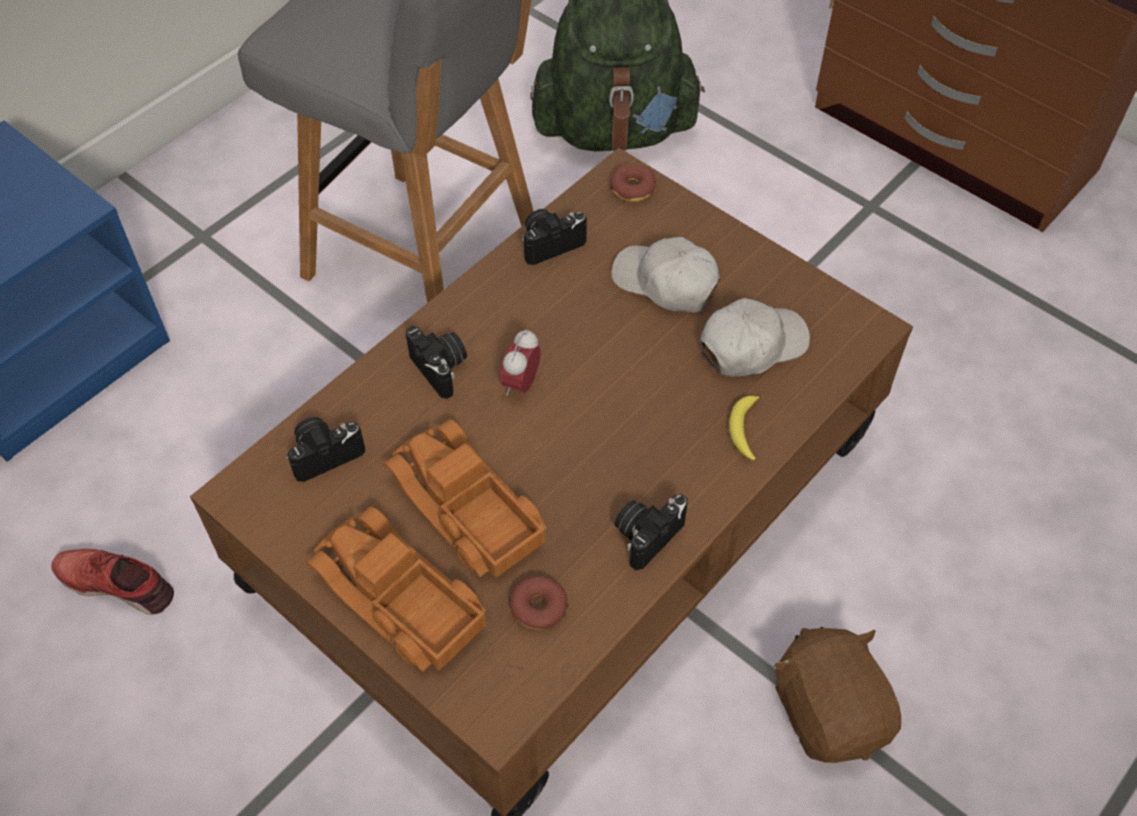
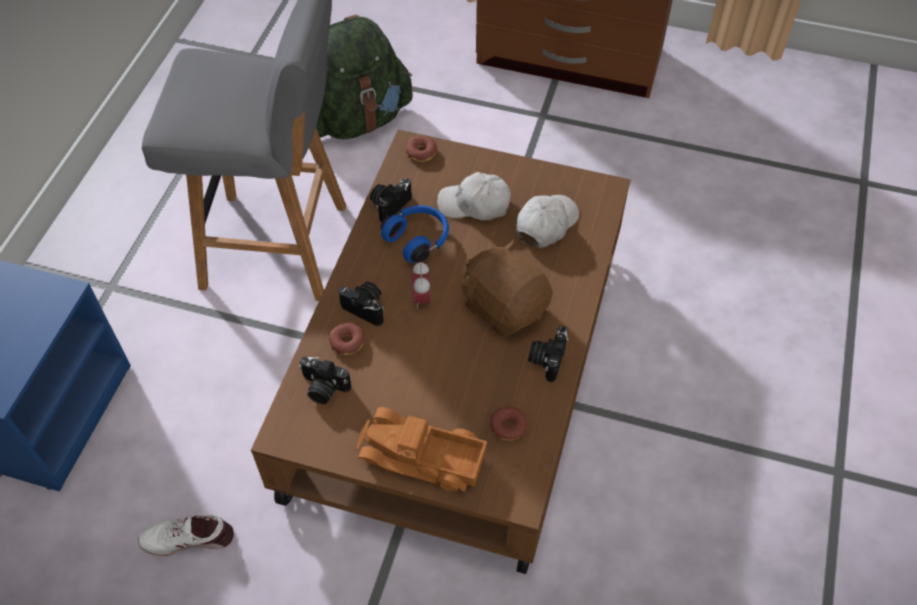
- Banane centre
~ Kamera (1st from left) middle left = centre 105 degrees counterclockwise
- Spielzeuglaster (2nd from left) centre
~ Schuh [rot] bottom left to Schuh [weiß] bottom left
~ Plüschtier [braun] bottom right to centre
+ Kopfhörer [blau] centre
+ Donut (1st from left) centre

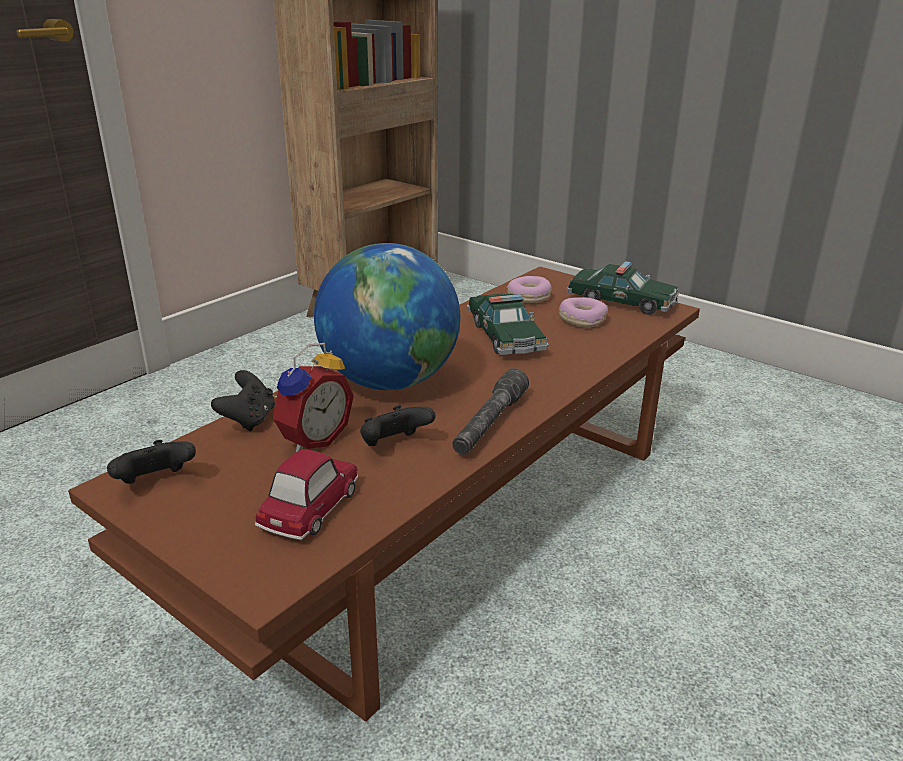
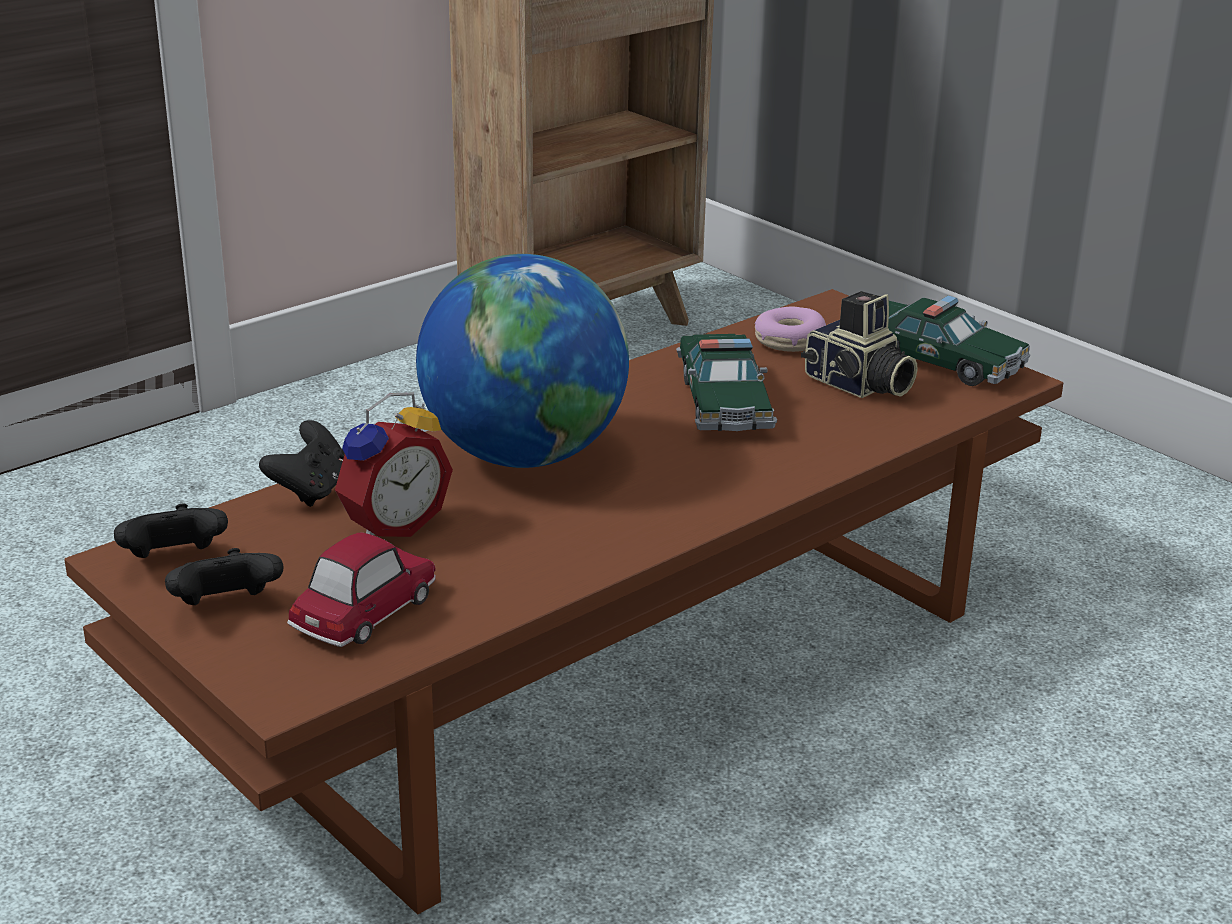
~ Donut (2nd from left) centre to Kamera middle right
- Taschenlampe [grau] centre
~ Gamepad [schwarz] (3rd from left in the first image) centre to Gamepad [schwarz] (2nd from left) middle left

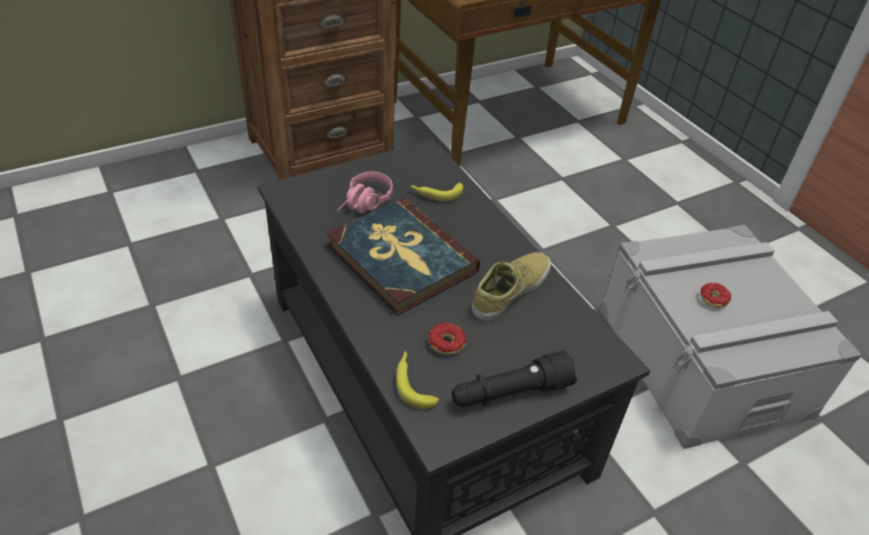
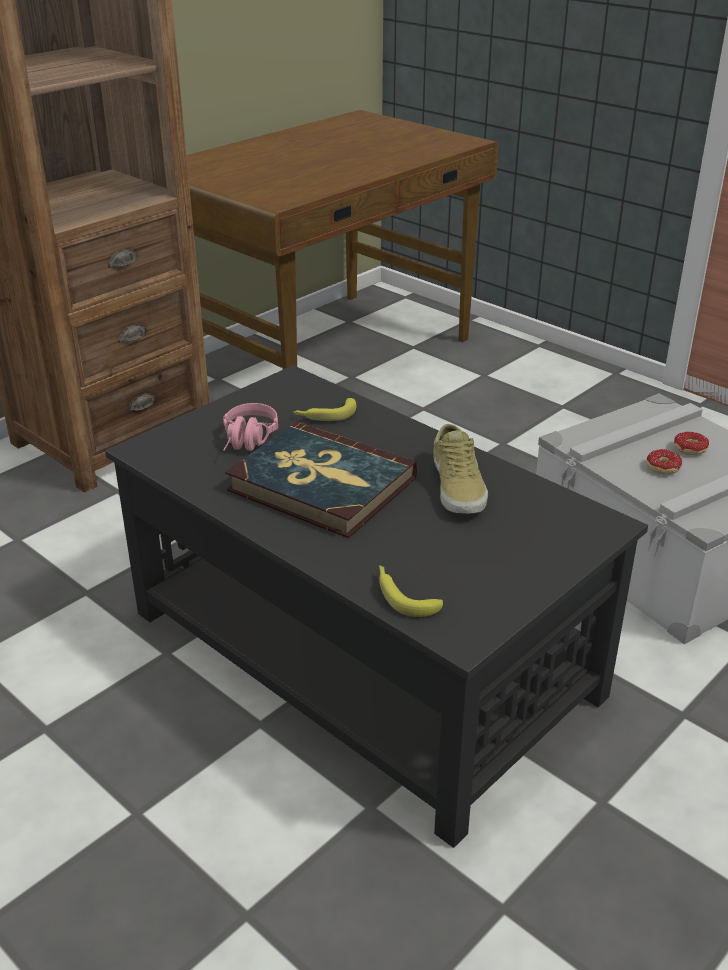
~ Schuh [beige] centre = centre 150 degrees clockwise
~ Donut (1st from left in the first image) centre to Donut (2nd from left) middle right
- Taschenlampe [schwarz] bottom centre

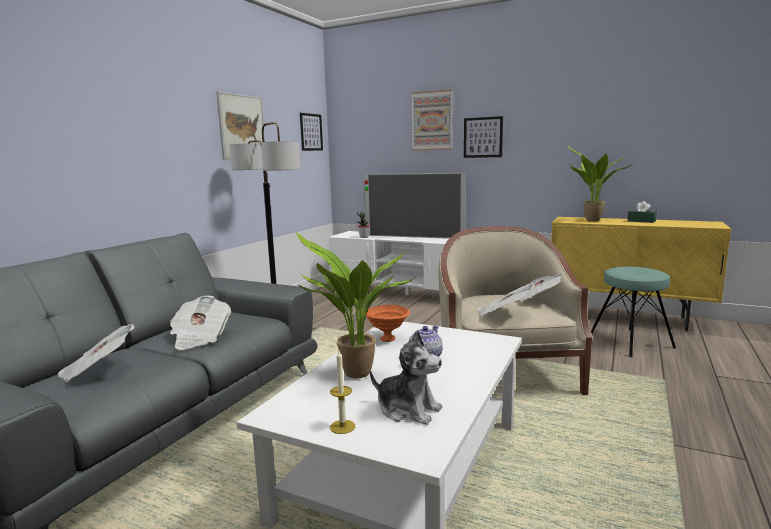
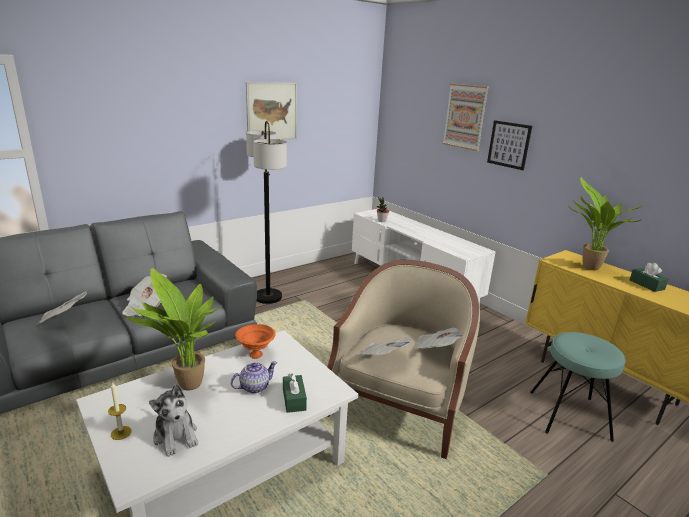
- Bild (2nd from left) top centre
- Fernseher centre
+ Taschentuchbox [grün] (1st from left) bottom centre

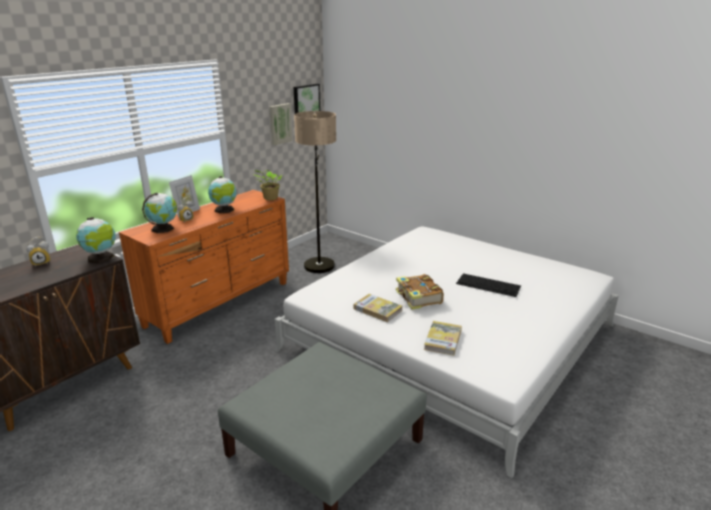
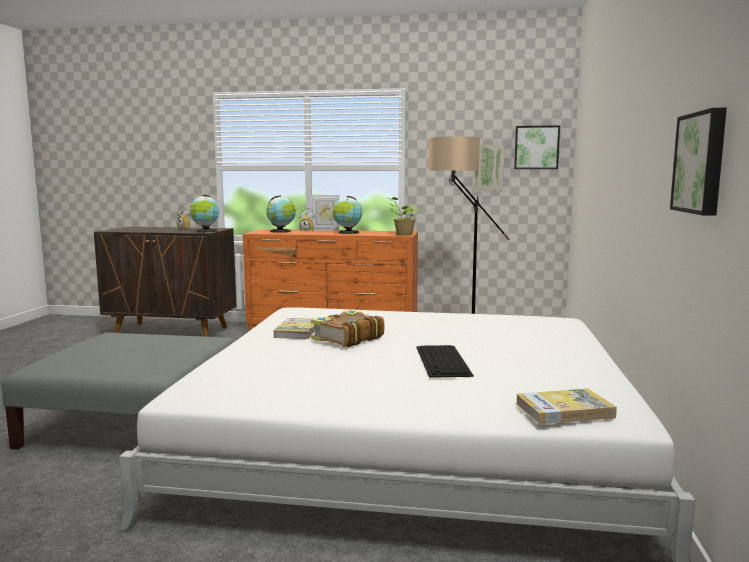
~ Buch (3rd from left) centre to bottom right
+ Bild (3rd from left) top right

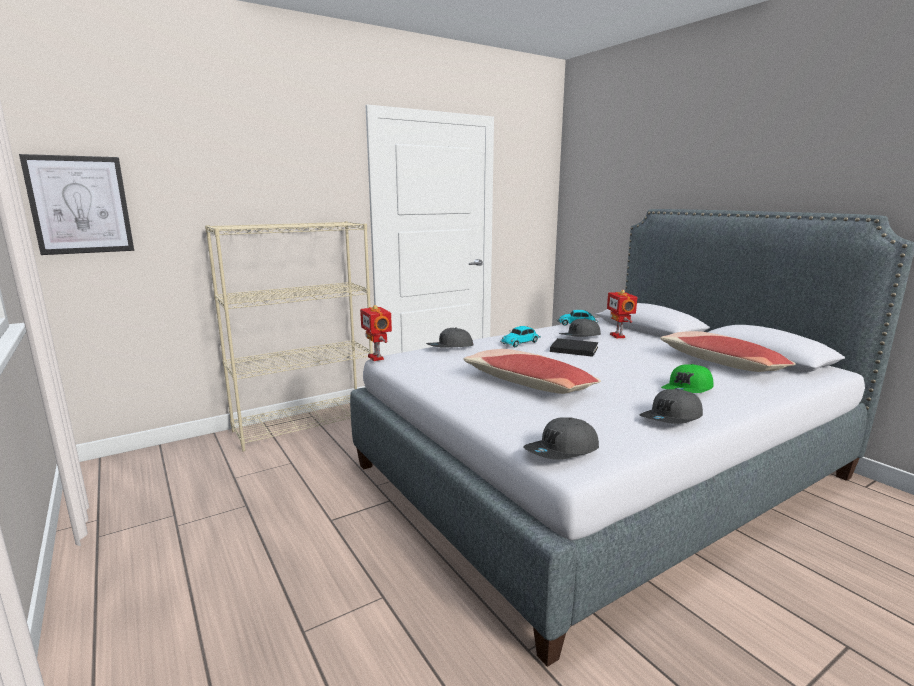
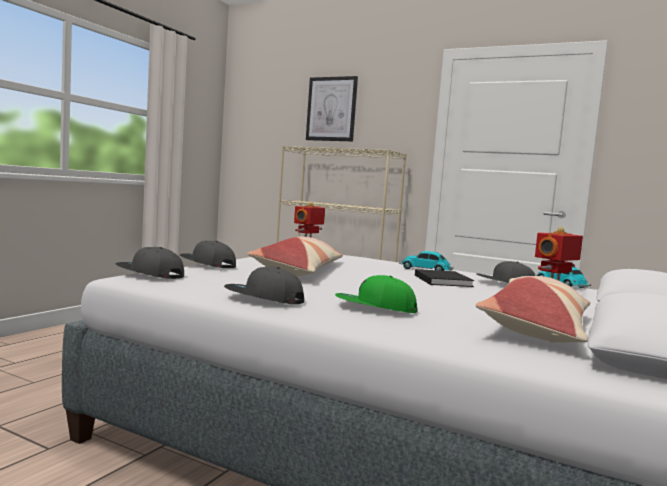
~ Bild top left to top centre
~ Kappe [grau] (1st from left in the first image) centre to Kappe [grau] (2nd from left) middle left

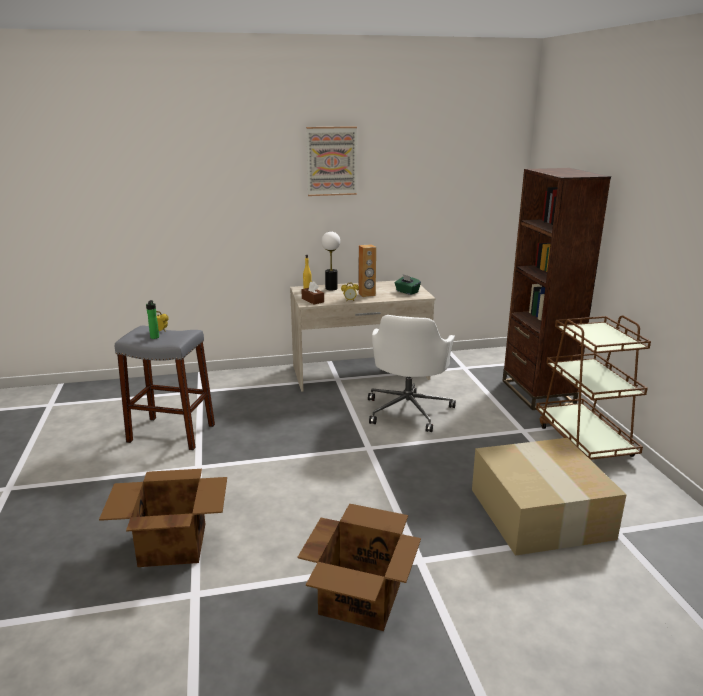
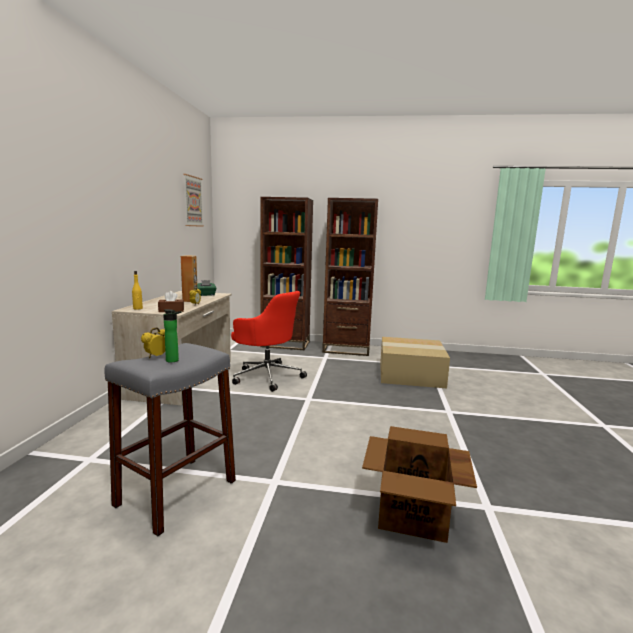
~ Bild top centre to top left
- Tischlampe centre
~ Bürostuhl [weiß] centre to Bürostuhl [rot] centre
~ Rollwagen [braun] middle right to Bücherregal [braun] (2nd from left) centre
- Karton (2nd from left) bottom centre

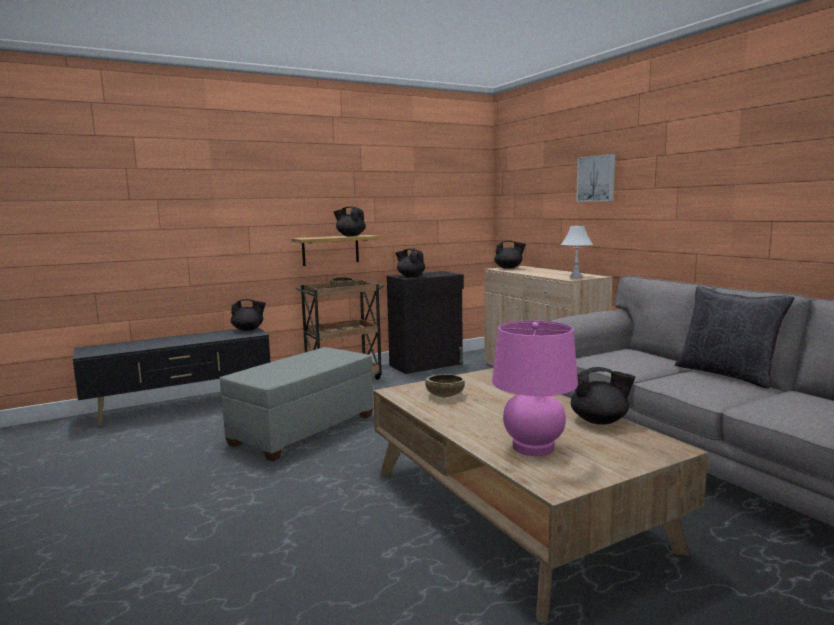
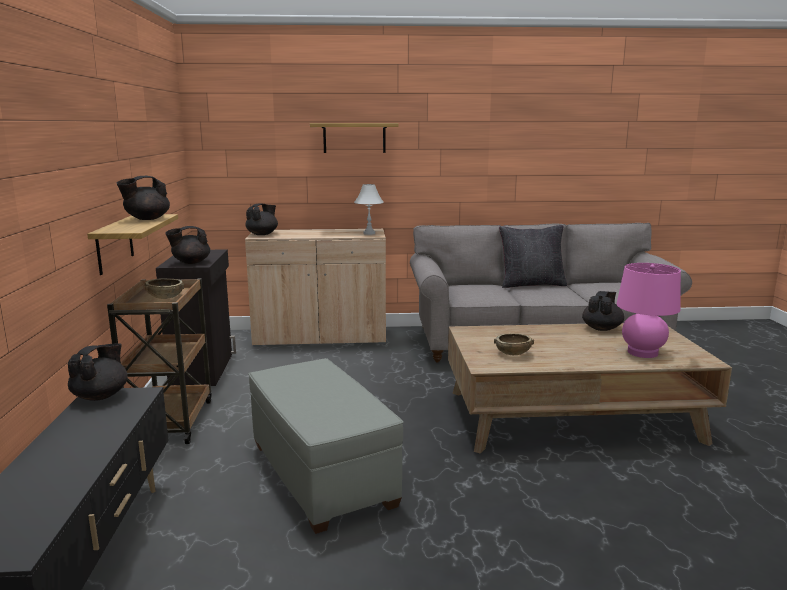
~ Bild top right to Wandregal (2nd from left) top centre

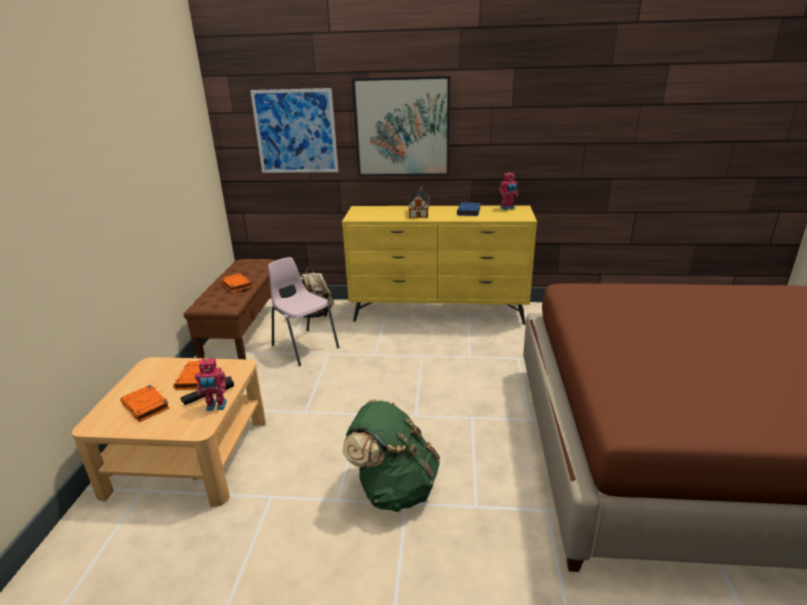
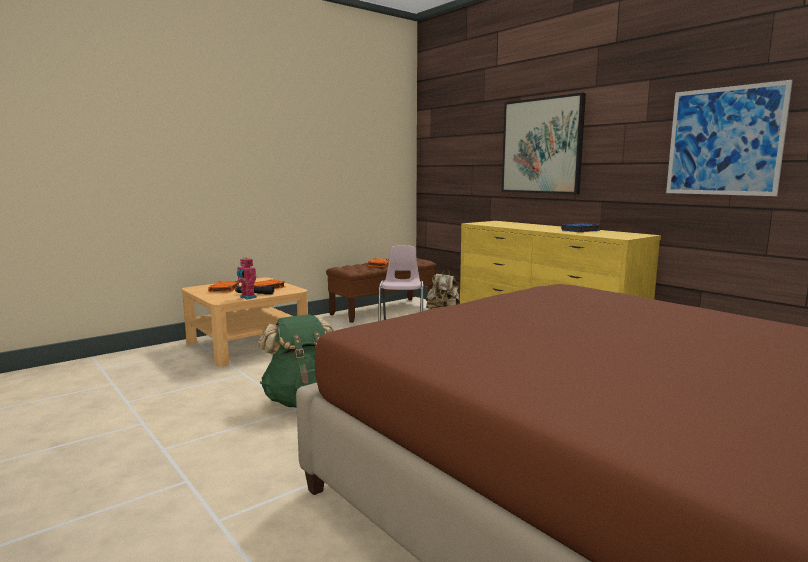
~ Bild (1st from left in the first image) top centre to Bild (2nd from left) top right
- Spielzeugroboter (2nd from left) top centre
- Spielzeughaus centre

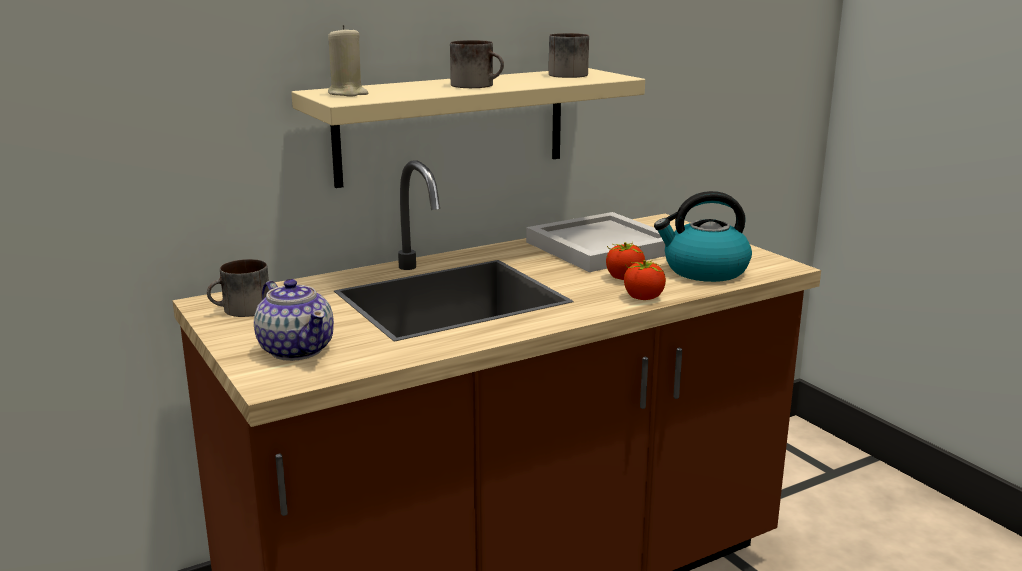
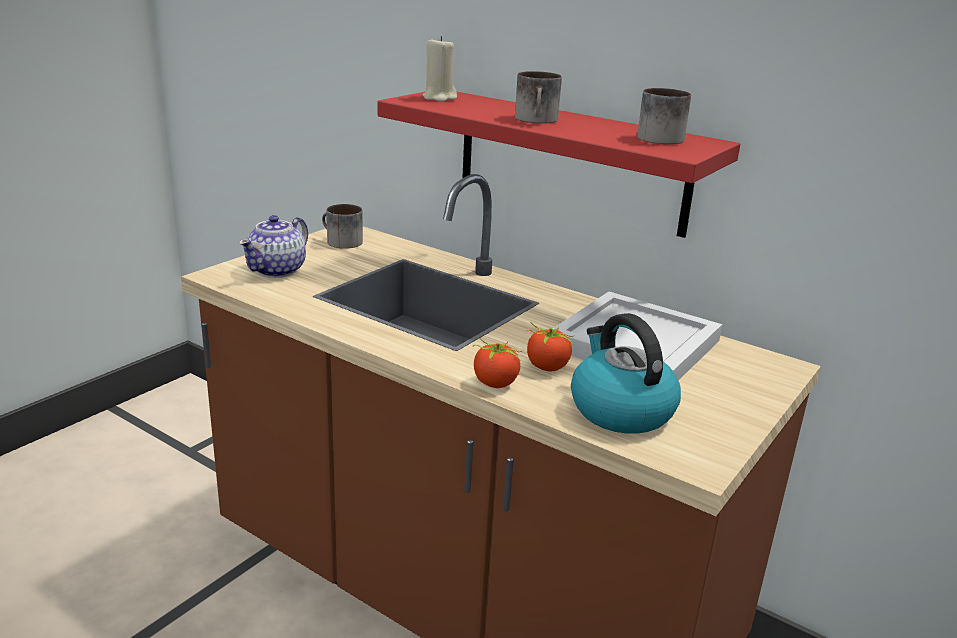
~ Wandregal [beige] top centre to Wandregal [rot] top centre

